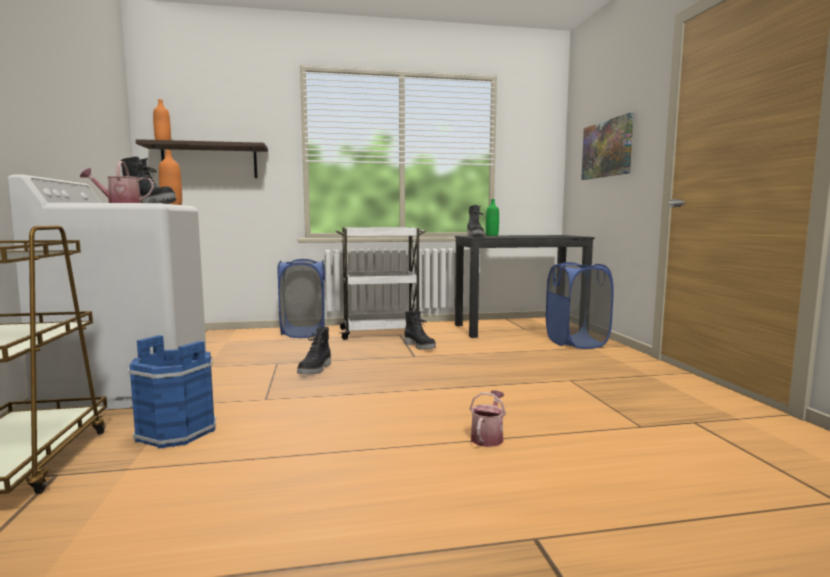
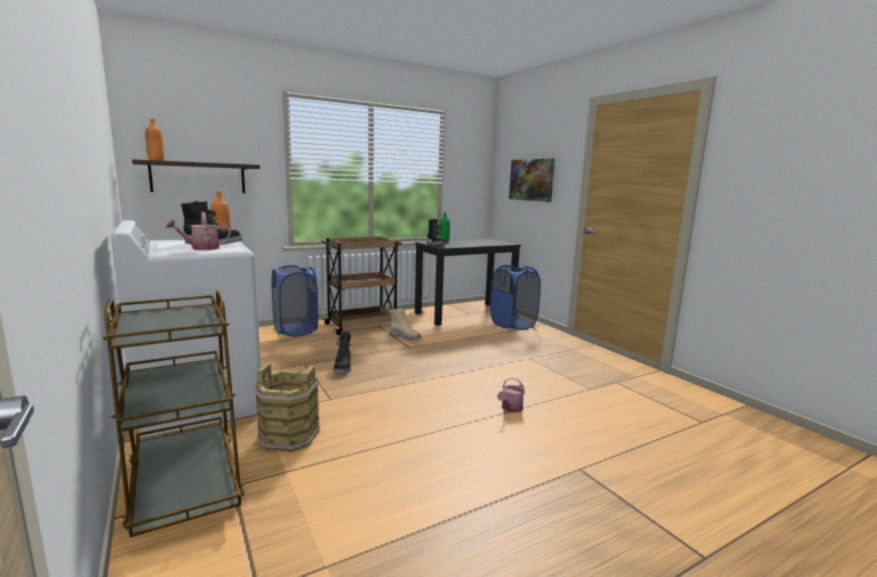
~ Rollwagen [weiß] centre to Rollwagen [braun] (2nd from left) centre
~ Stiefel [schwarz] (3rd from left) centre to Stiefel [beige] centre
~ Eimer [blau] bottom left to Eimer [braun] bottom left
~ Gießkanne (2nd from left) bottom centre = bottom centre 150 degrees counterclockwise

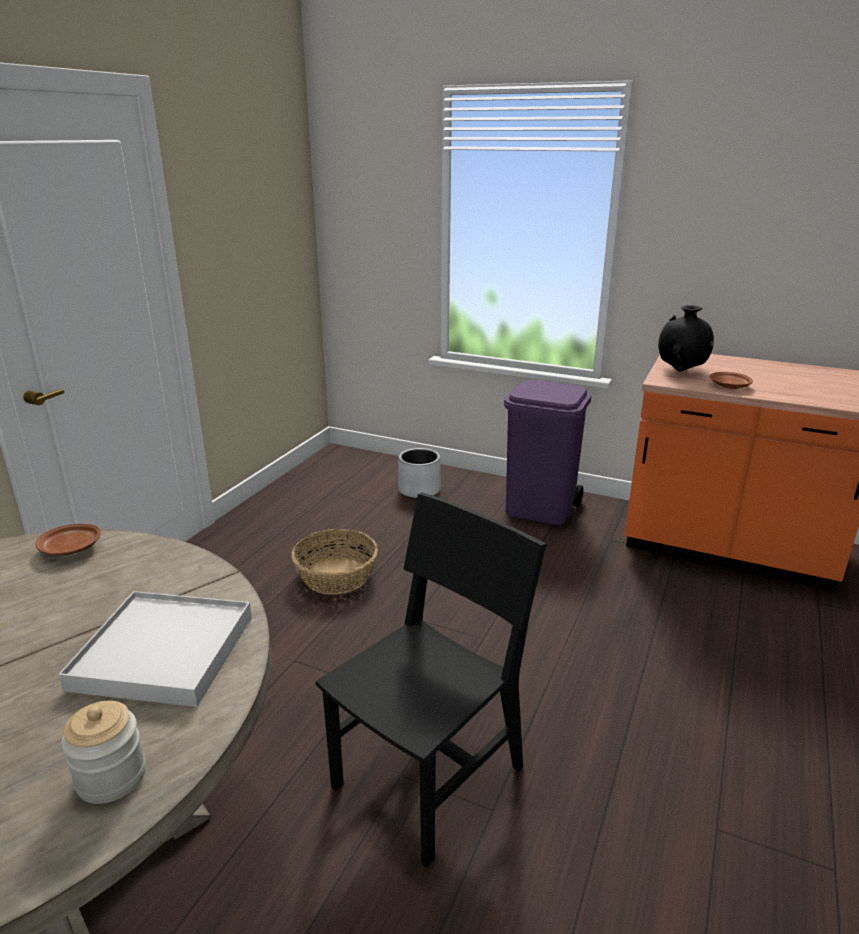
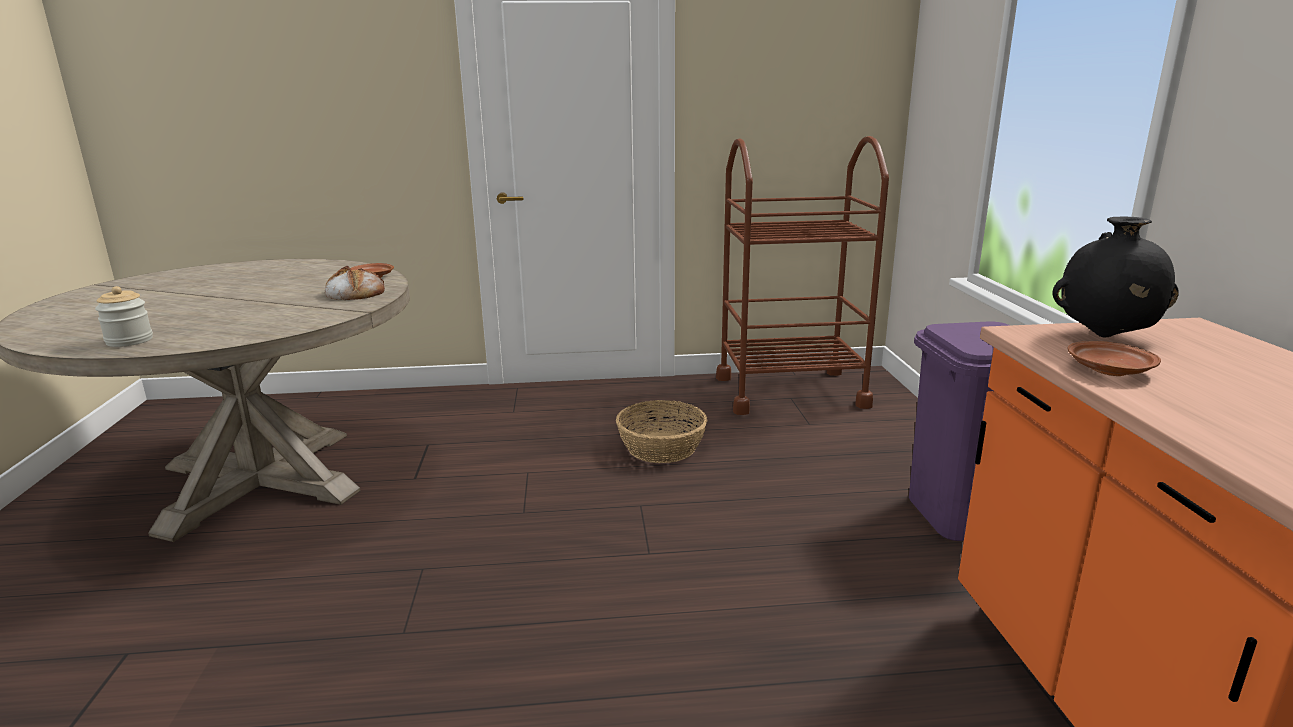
- Pflanzkübel [grau] centre
- Stuhl [schwarz] bottom centre
- Tablett [weiß] bottom left
+ Rollwagen [braun] centre
+ Brot middle left

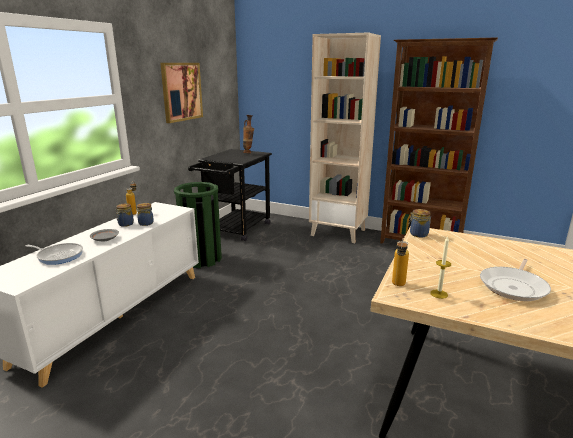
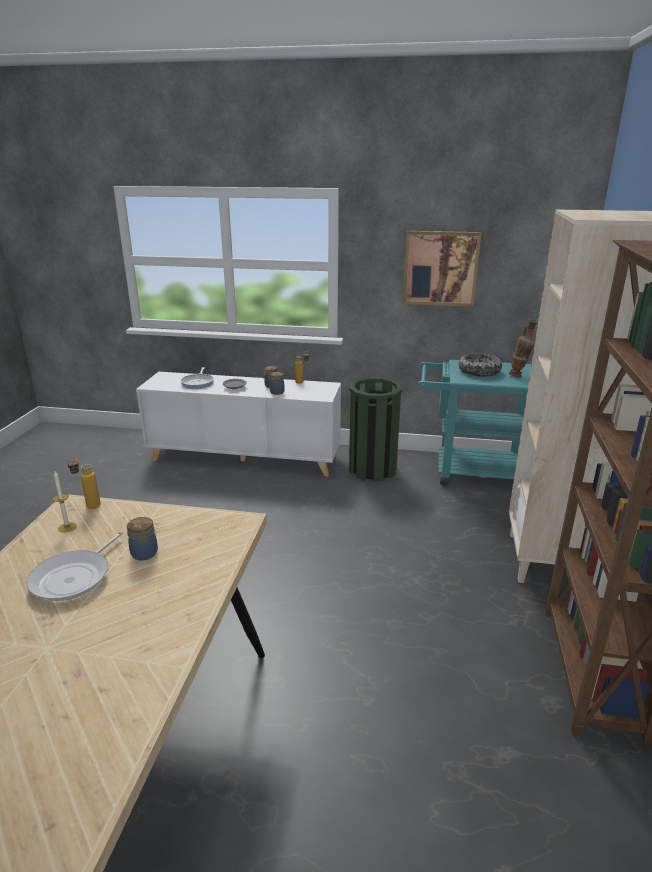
~ Rollwagen [schwarz] centre to Rollwagen [türkis] middle right
~ Vorratsglas (3rd from left in the first image) middle right to Vorratsglas (1st from left) middle left
~ Pfanne (2nd from left in the first image) middle right = middle left 90 degrees counterclockwise
+ Schüssel middle right

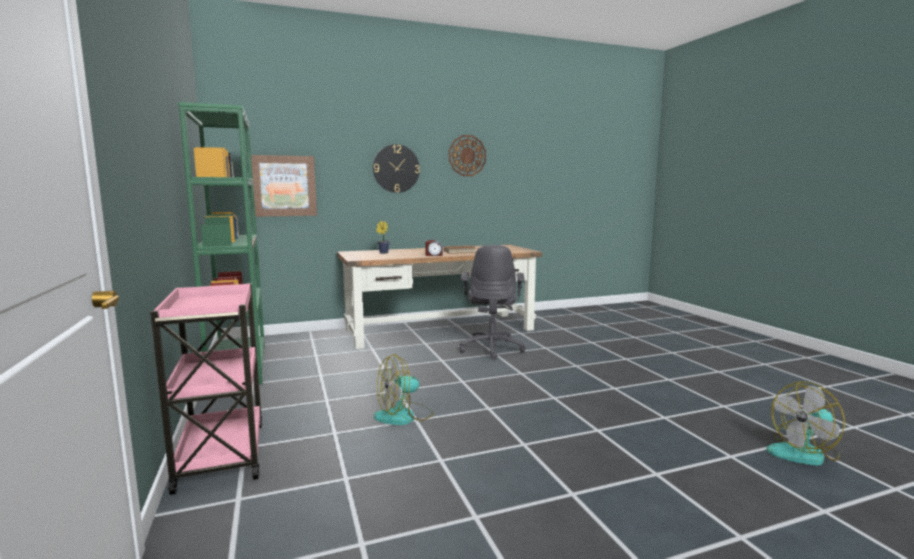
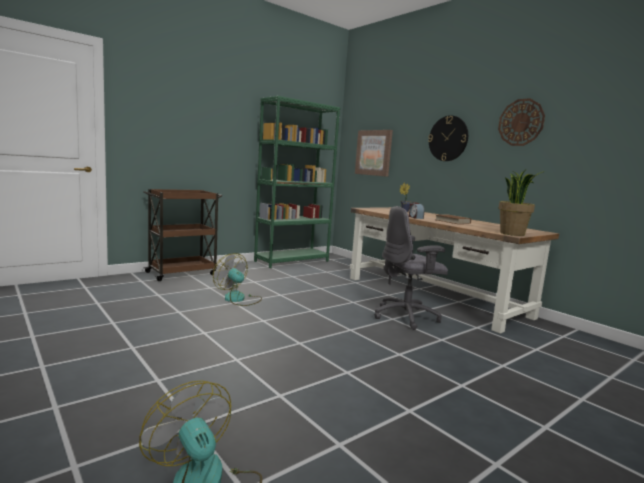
~ Rollwagen [rosa] bottom left to Rollwagen [braun] middle left
+ Topfpflanze (2nd from left) middle right

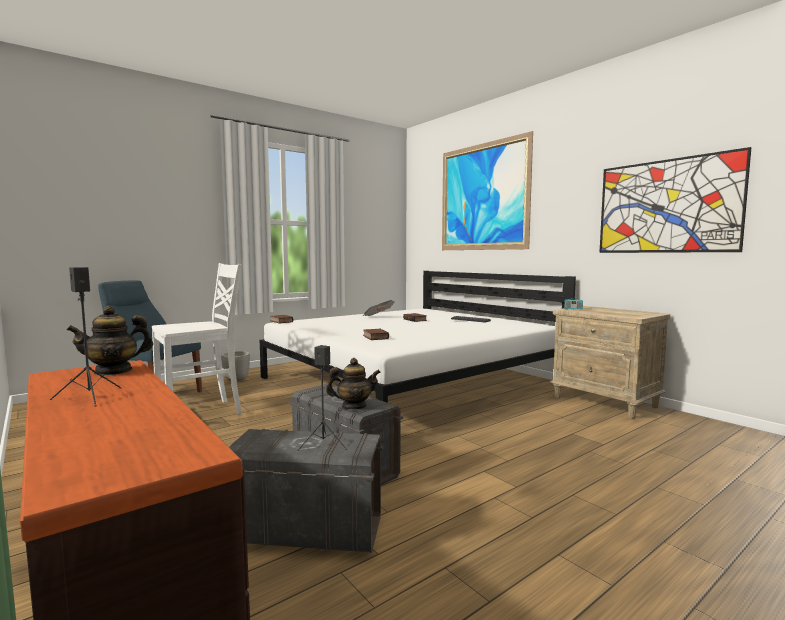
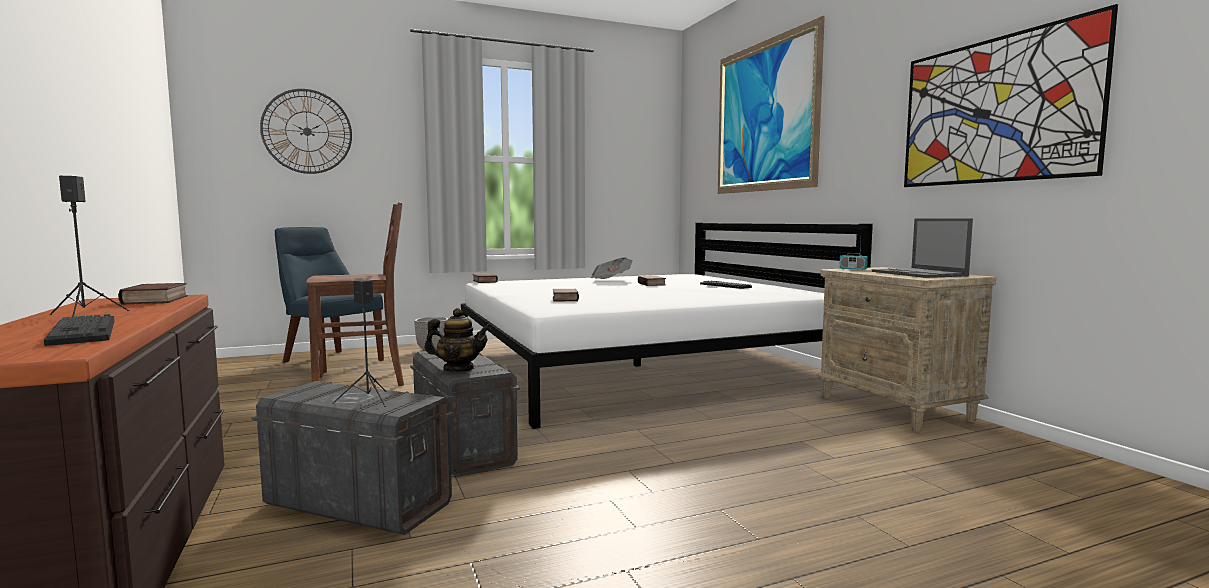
~ Stuhl [weiß] middle left to Stuhl [braun] middle left
~ Teekanne (1st from left) middle left to Buch (1st from left) middle left
+ Wanduhr top left
+ Laptop middle right
+ Tastatur (1st from left) middle left

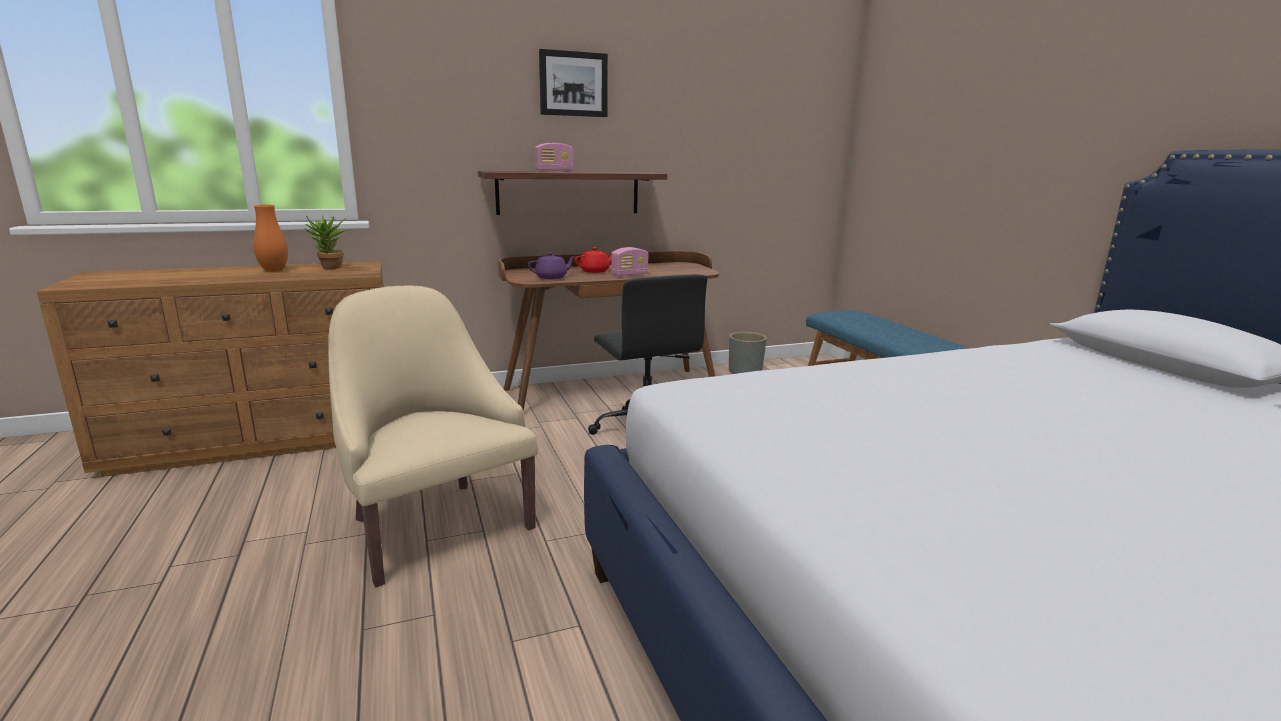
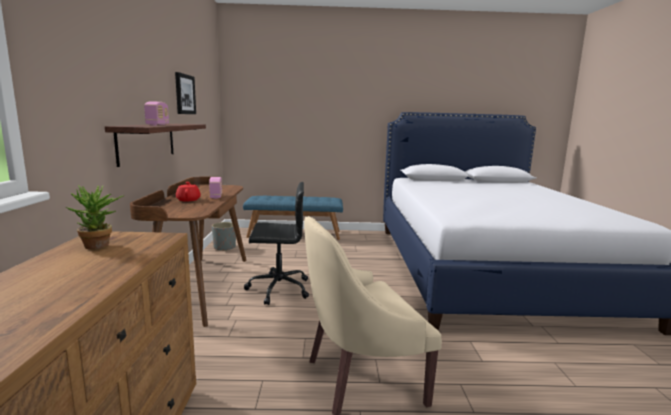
~ Bild top centre to top left
- Vase [orange] top left
- Teekanne [lila] centre

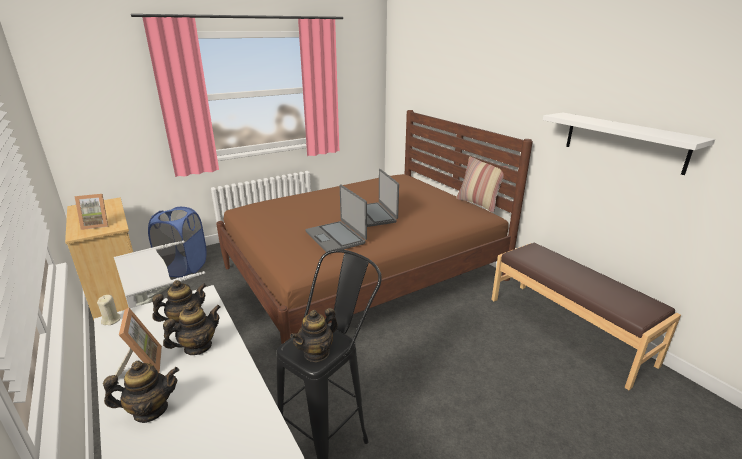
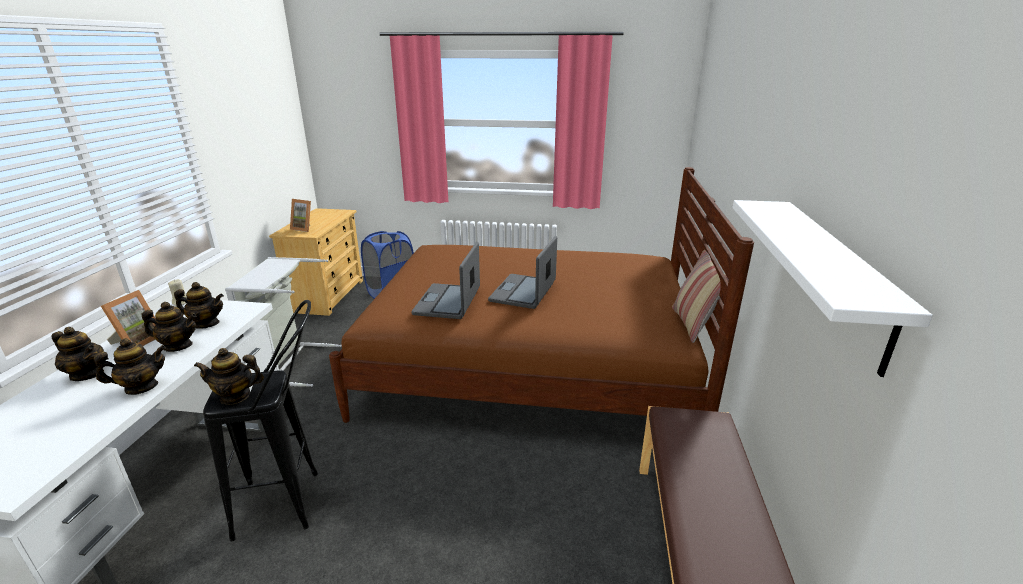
+ Teekanne (2nd from left) middle left

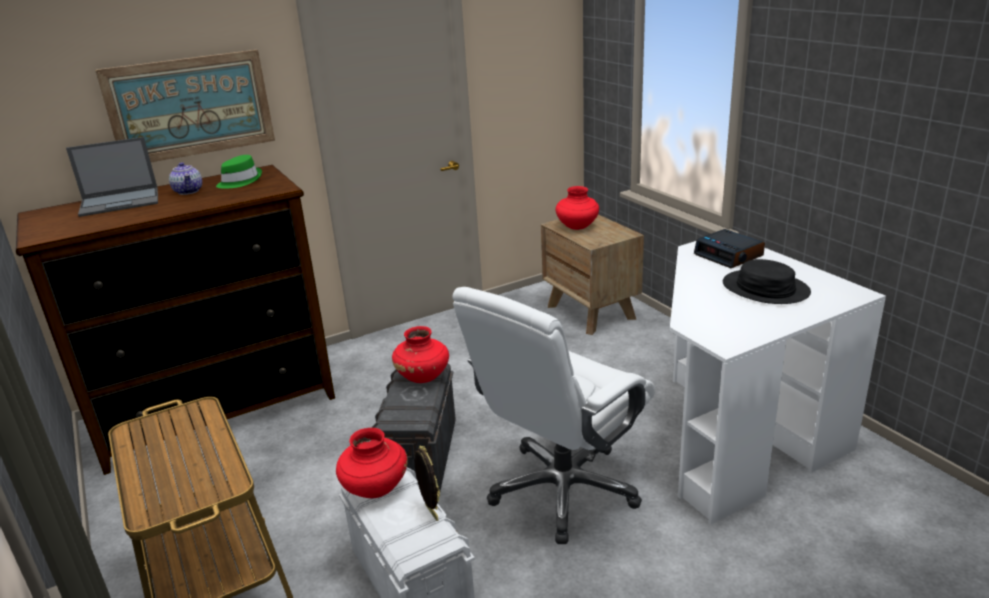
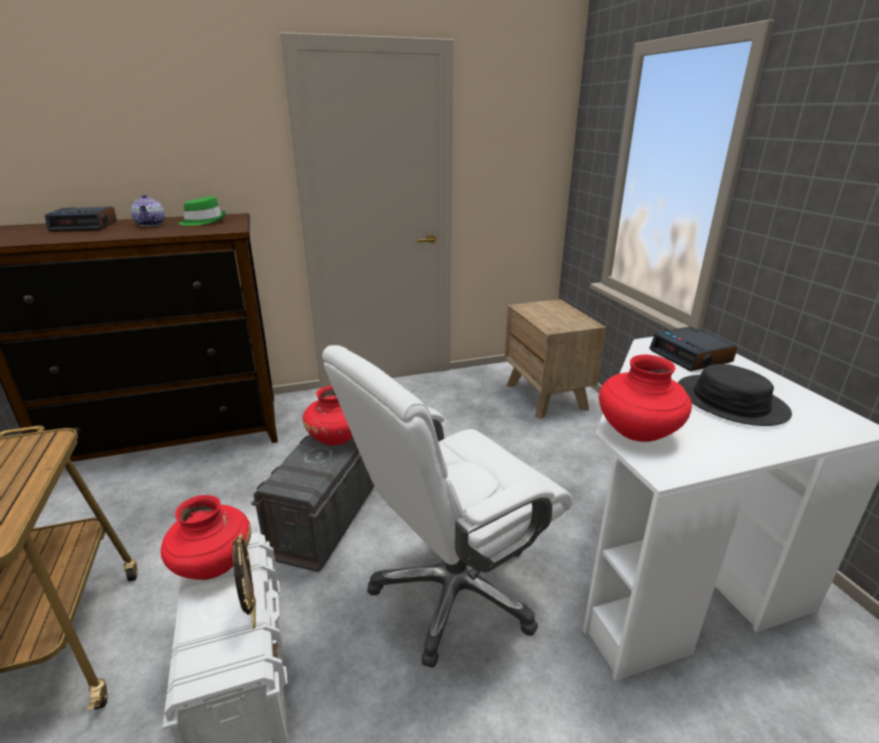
- Bild top left
~ Laptop top left to Wecker (1st from left) top left
~ Vase [rot] (3rd from left) centre to middle right

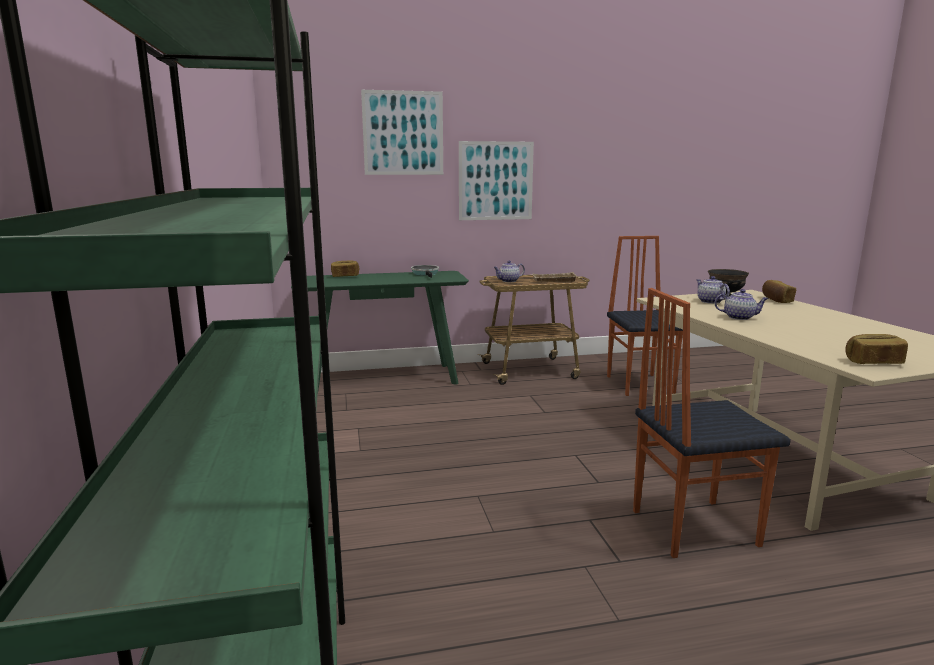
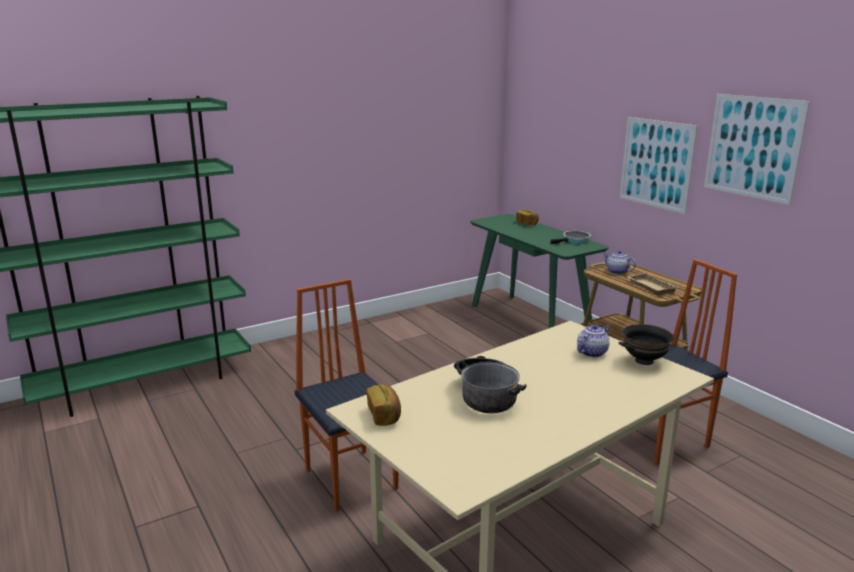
~ Bild (1st from left in the first image) top centre to Bild (2nd from left) top right
- Brot (2nd from left) middle right
- Teekanne (3rd from left) middle right
+ Kochtopf bottom centre

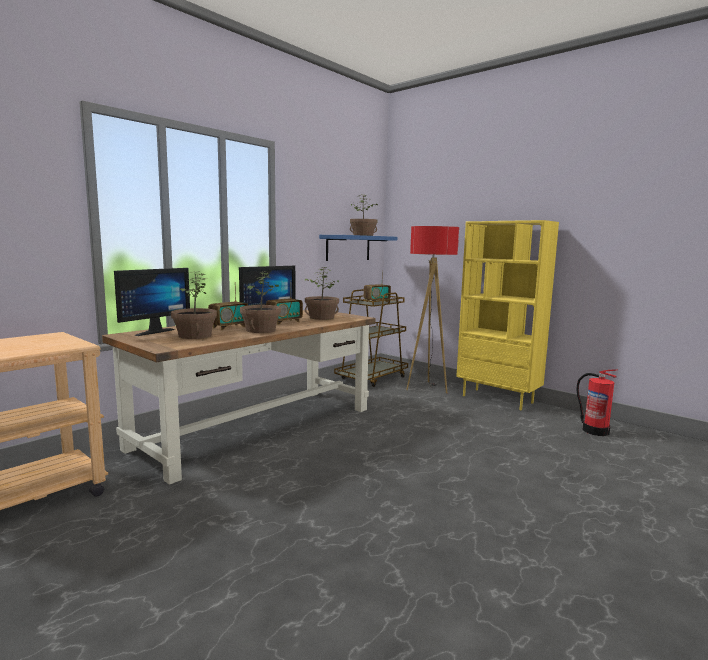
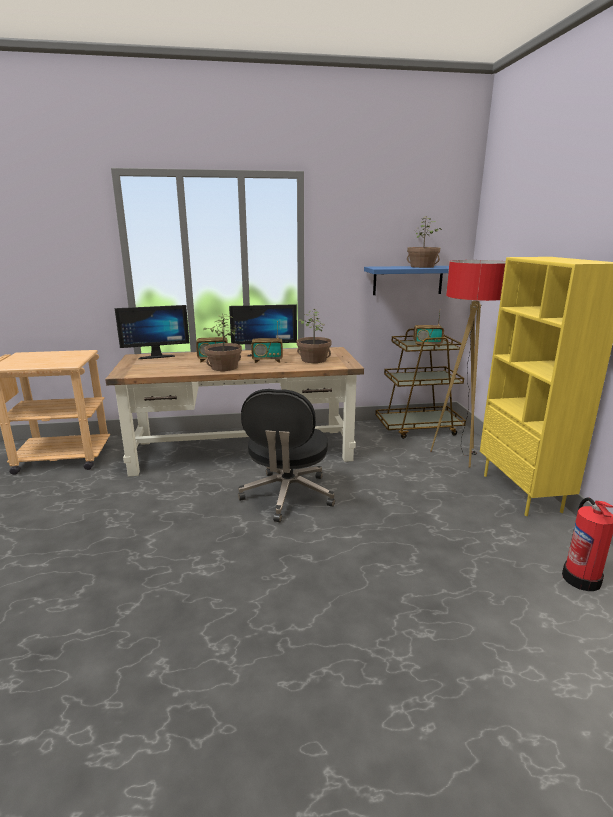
- Topfpflanze (1st from left) middle left
+ Bürostuhl [schwarz] centre

